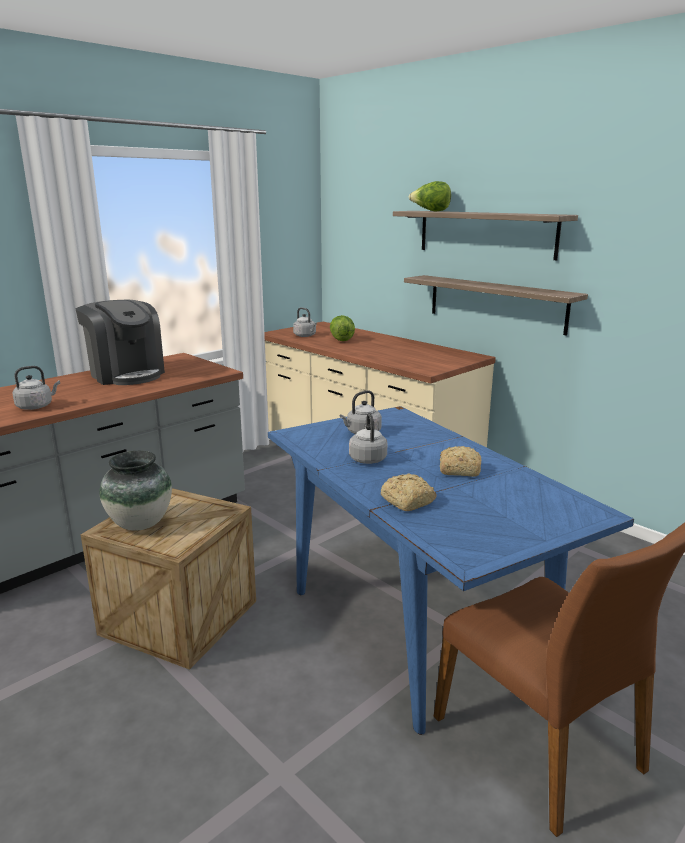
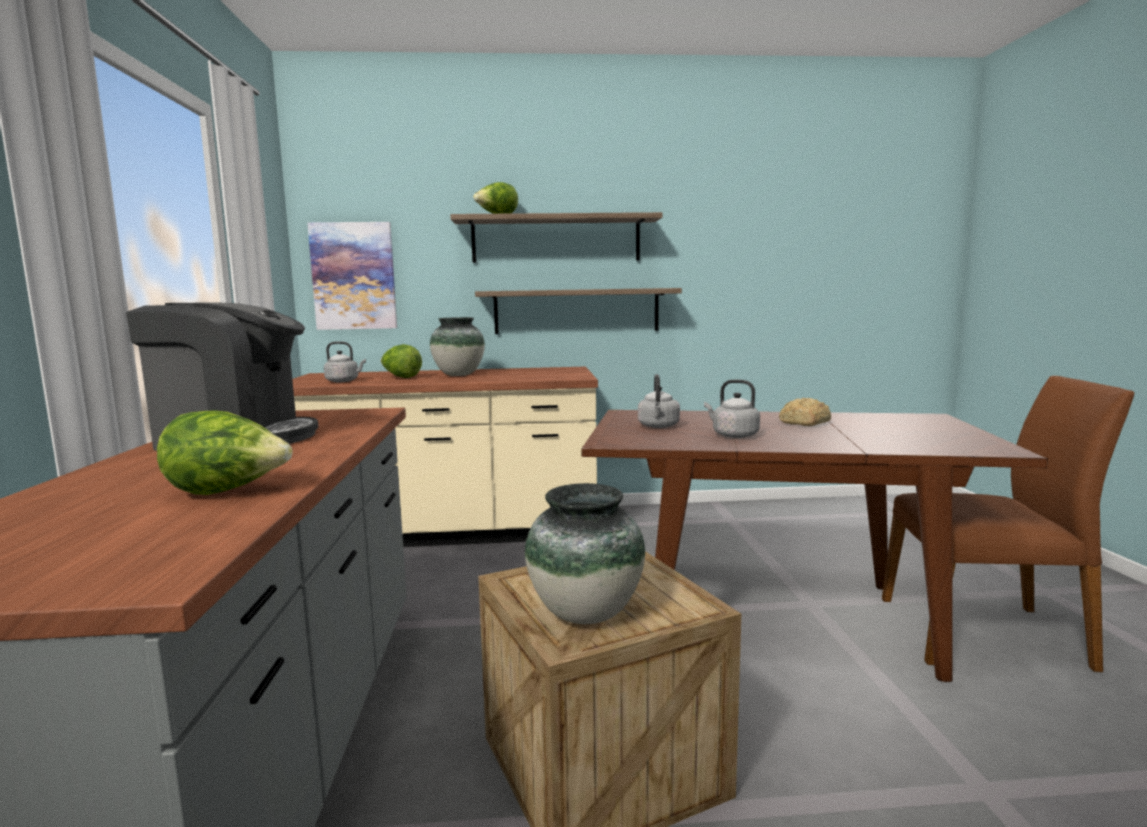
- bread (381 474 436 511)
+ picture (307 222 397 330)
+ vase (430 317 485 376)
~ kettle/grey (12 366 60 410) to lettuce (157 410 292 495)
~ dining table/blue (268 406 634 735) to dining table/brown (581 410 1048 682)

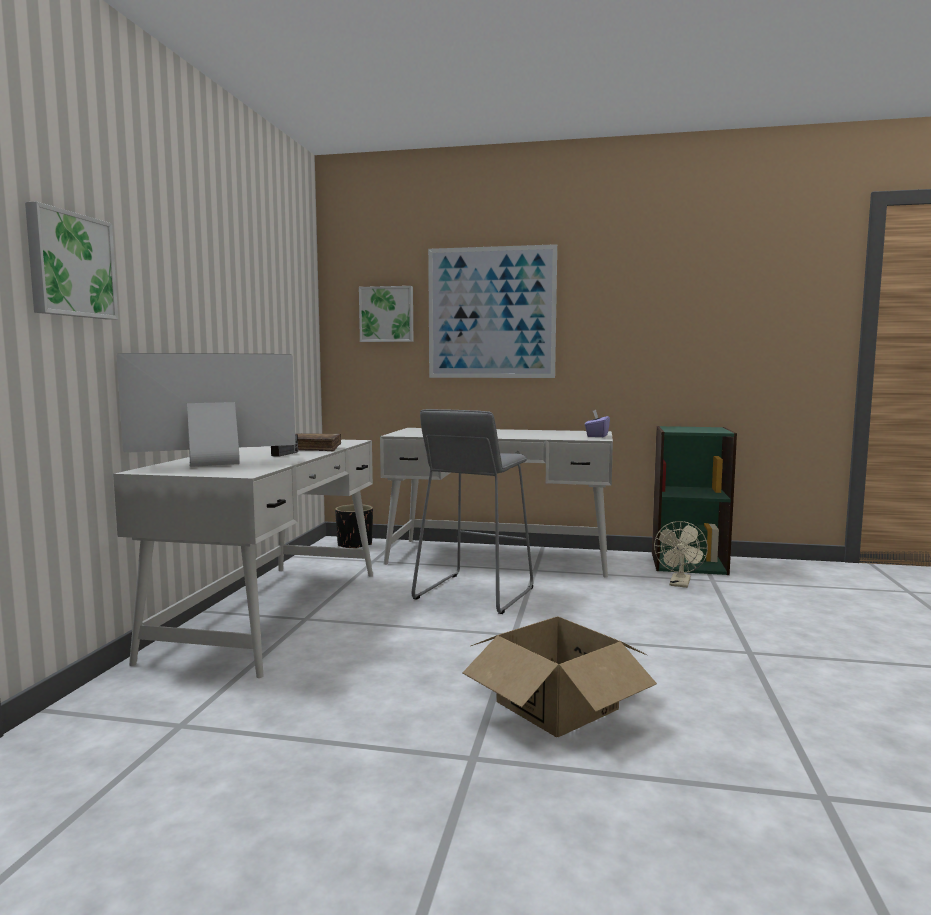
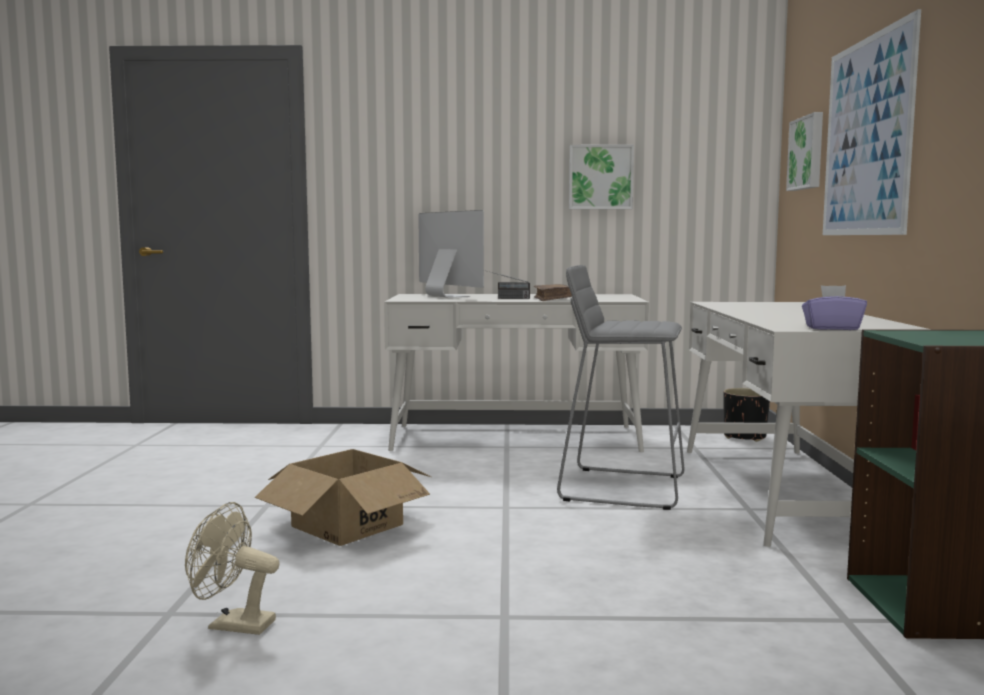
~ picture (25 201 118 320) to (569 145 634 209)
~ fan/beige (654 521 708 588) to (185 502 280 635)

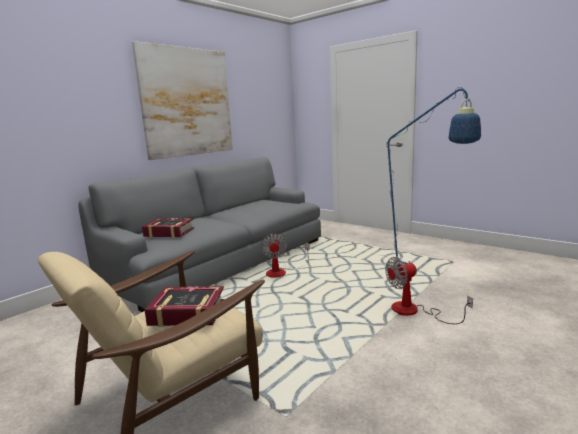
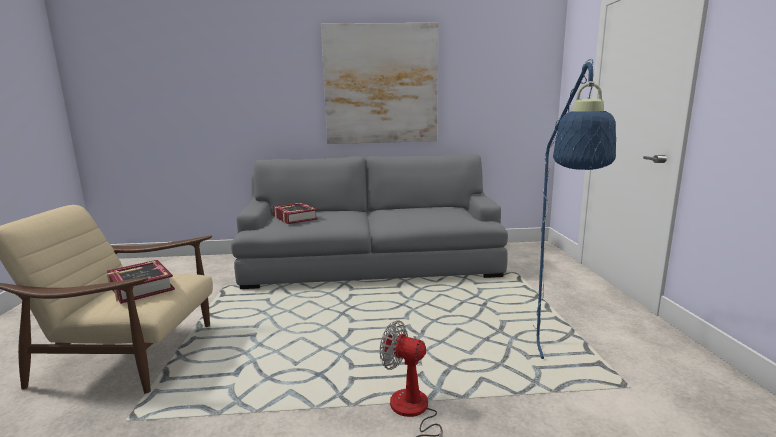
- fan (261 234 310 278)

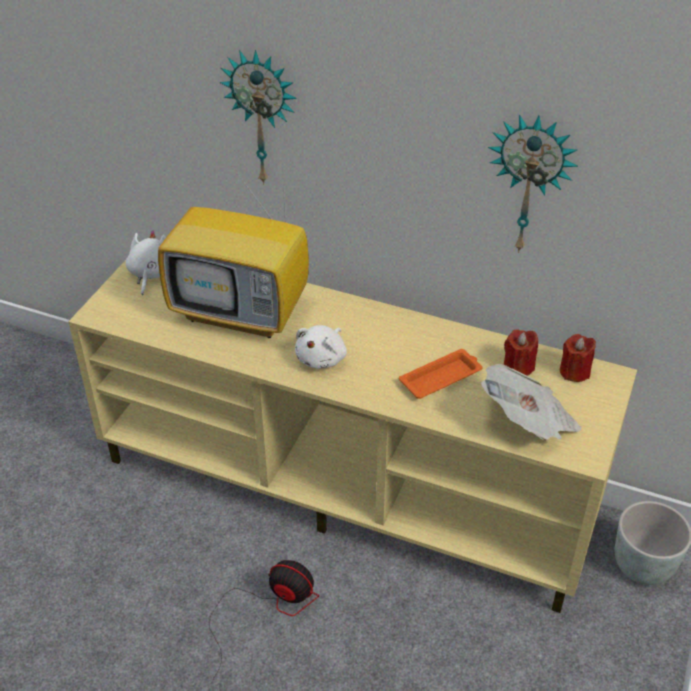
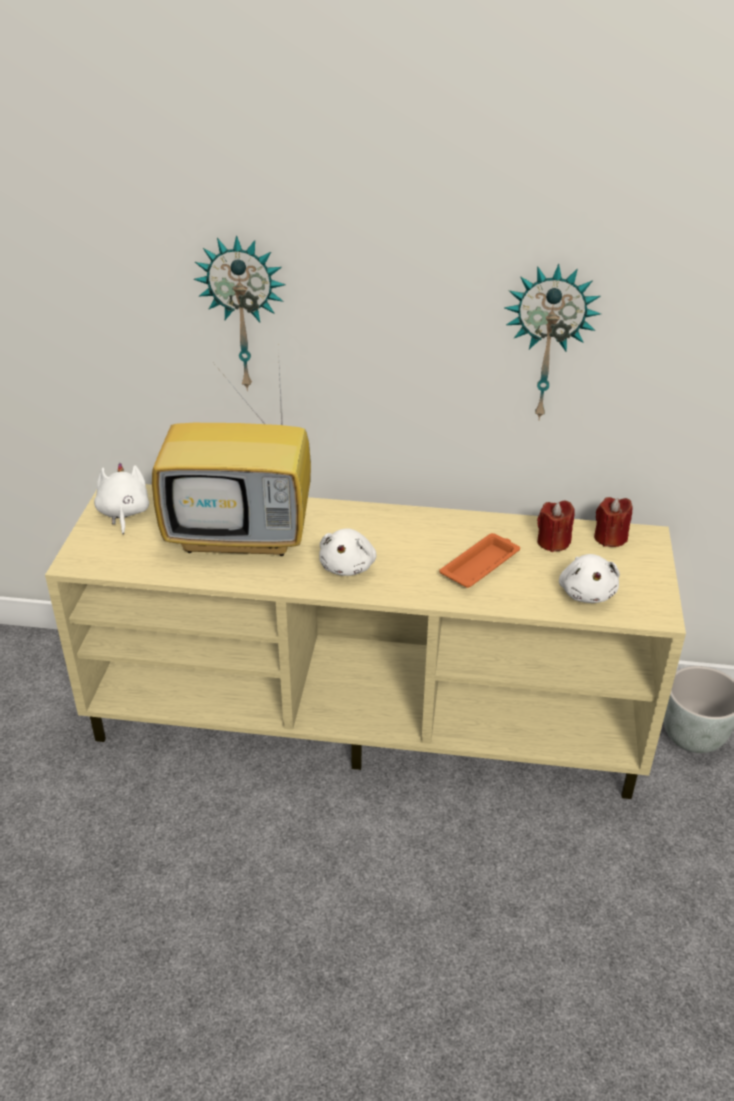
- fan (209 560 319 679)
~ newspaper (481 364 582 440) to plush toy/white (559 554 620 603)

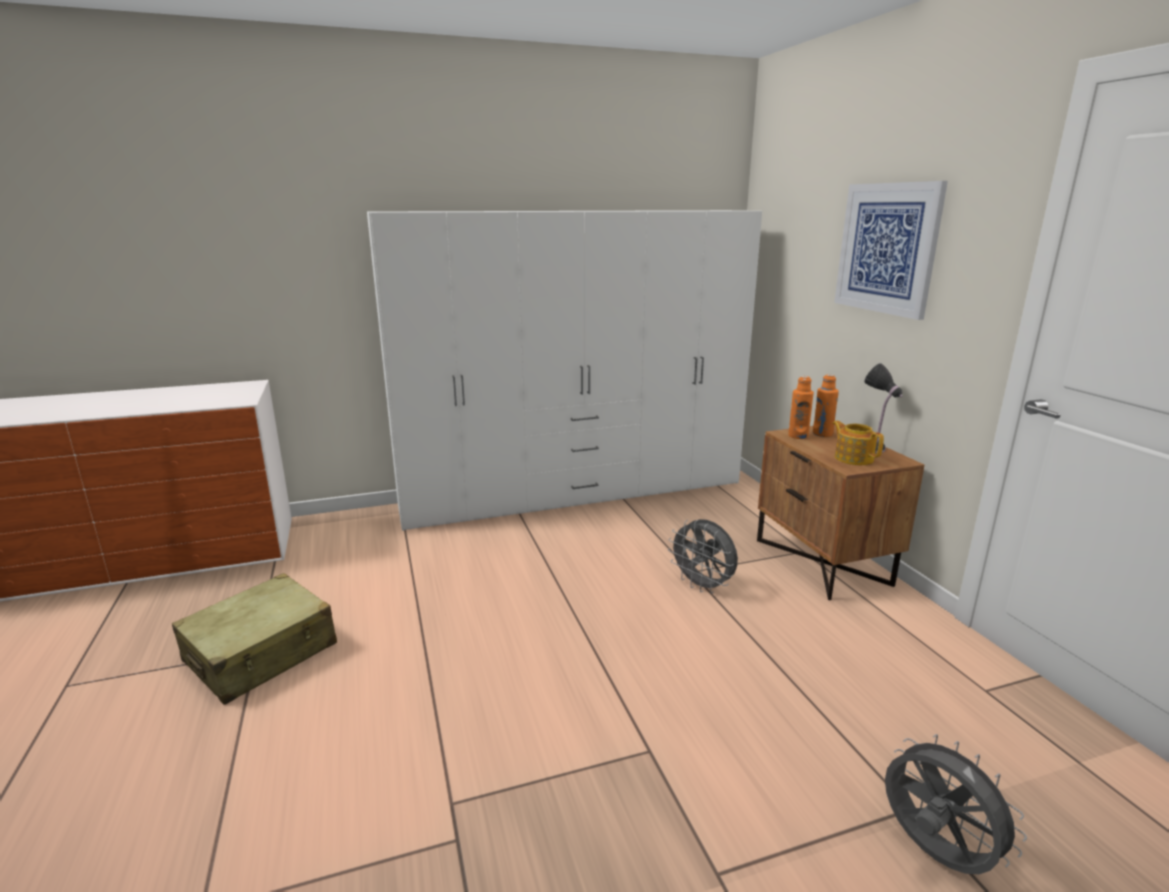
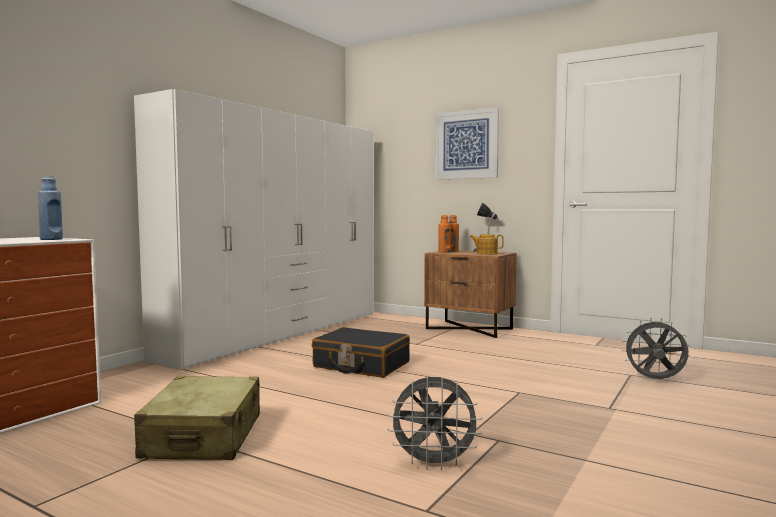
+ bottle/blue (37 176 63 240)
+ suitcase/black (312 327 410 378)
~ fan/grey (668 519 738 594) to (387 376 482 470)

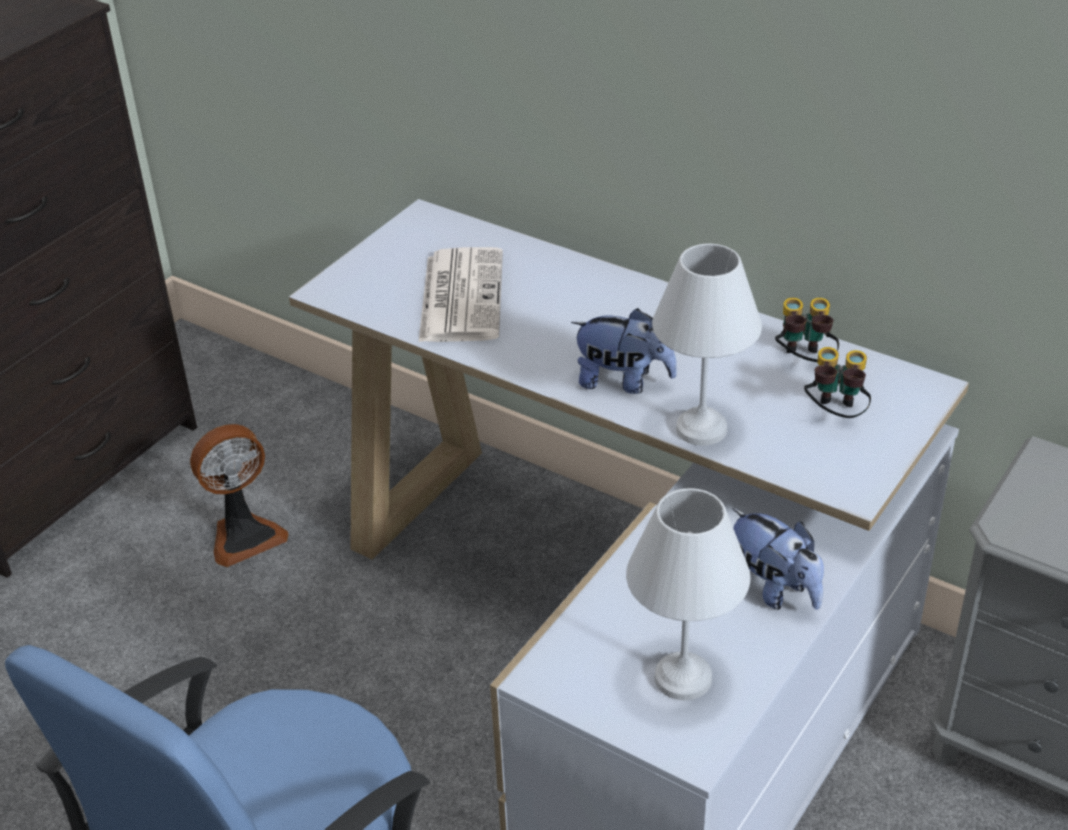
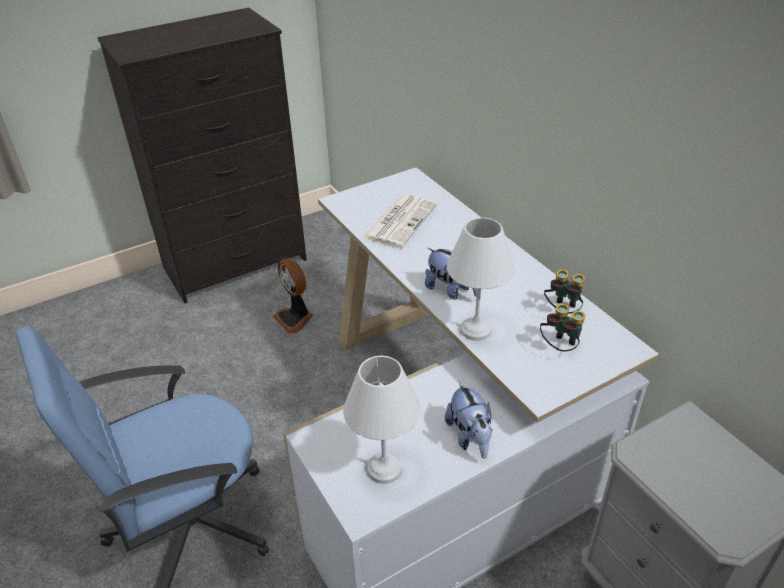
~ fan (190 424 289 567) = (273 258 313 334) 60 degrees clockwise

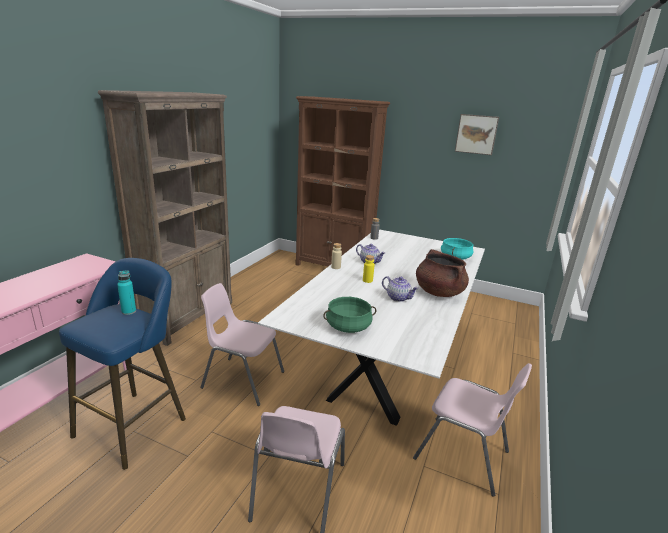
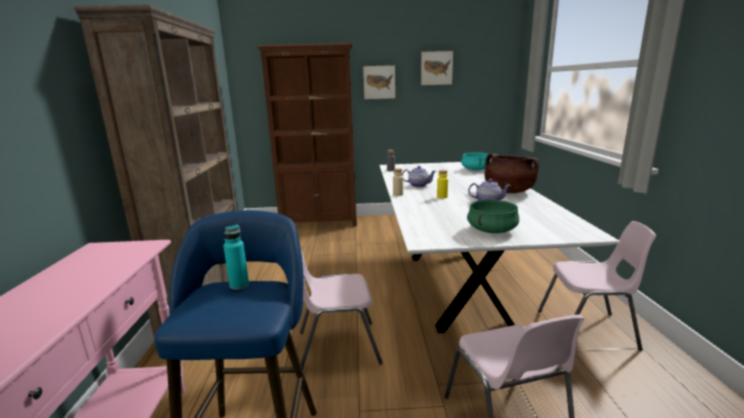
+ picture (363 65 396 100)

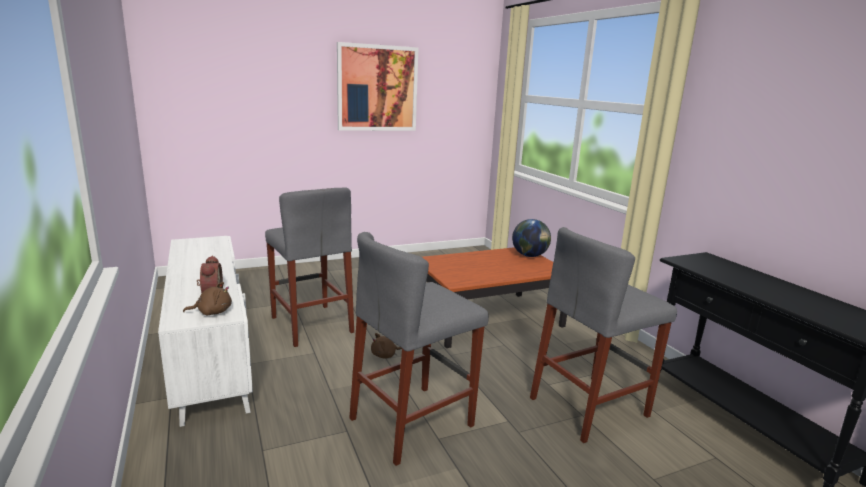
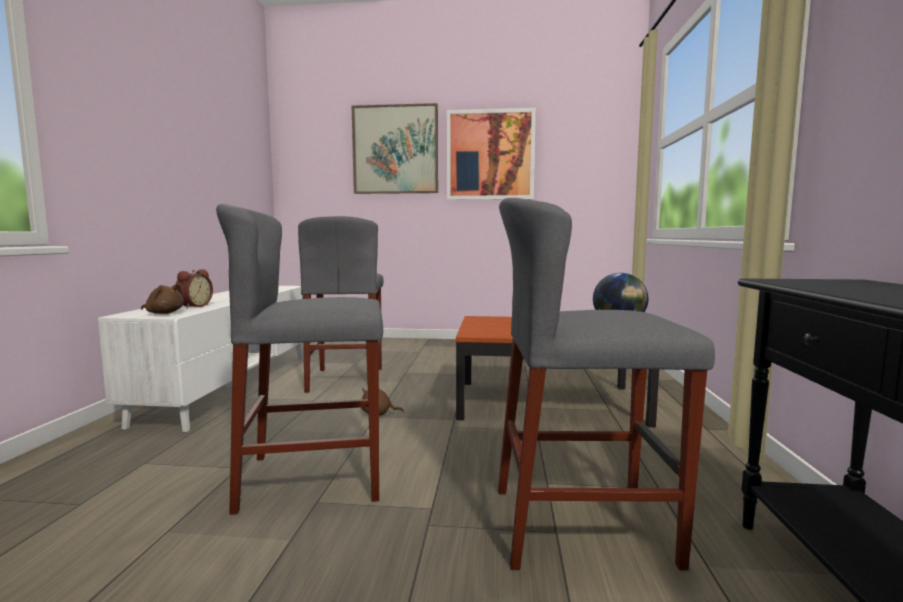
+ picture (352 103 438 194)

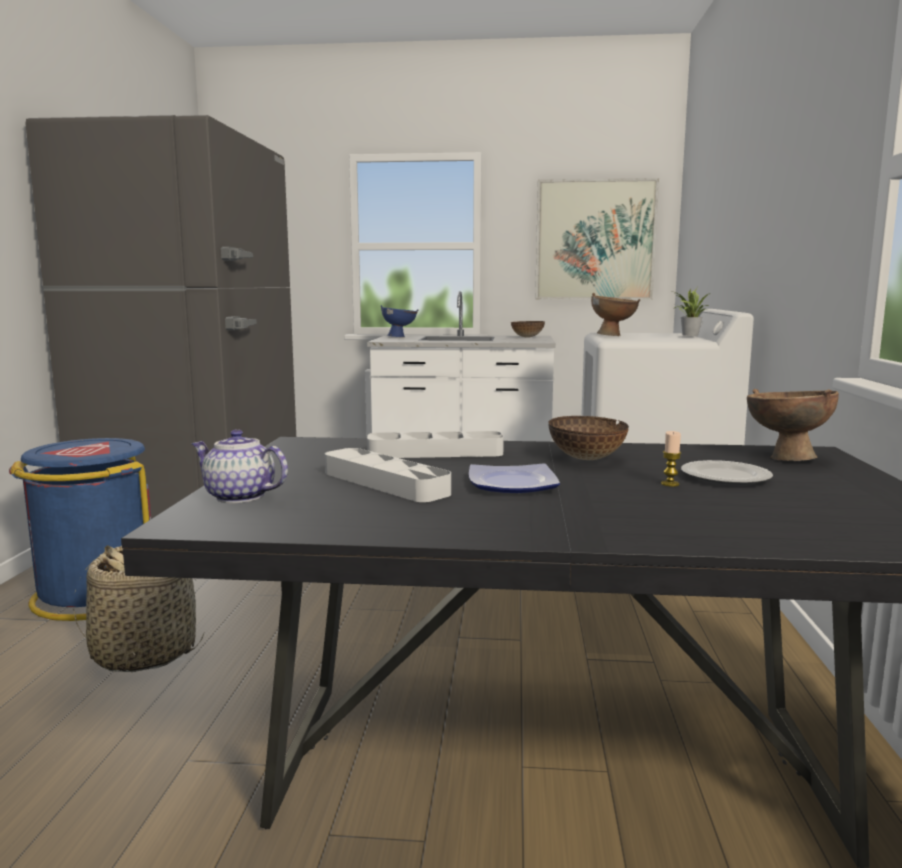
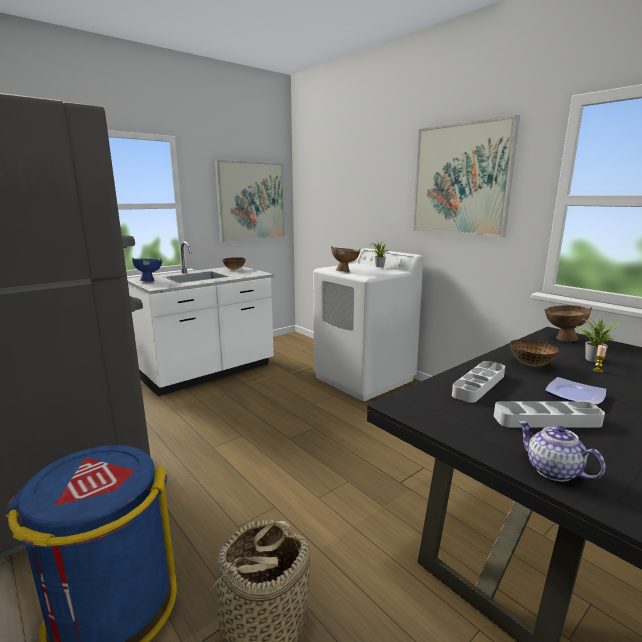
+ picture (413 115 520 237)
~ plate (681 460 773 486) to potted plant (577 318 620 363)
~ teapot (191 429 288 503) = (518 421 606 482) 75 degrees clockwise

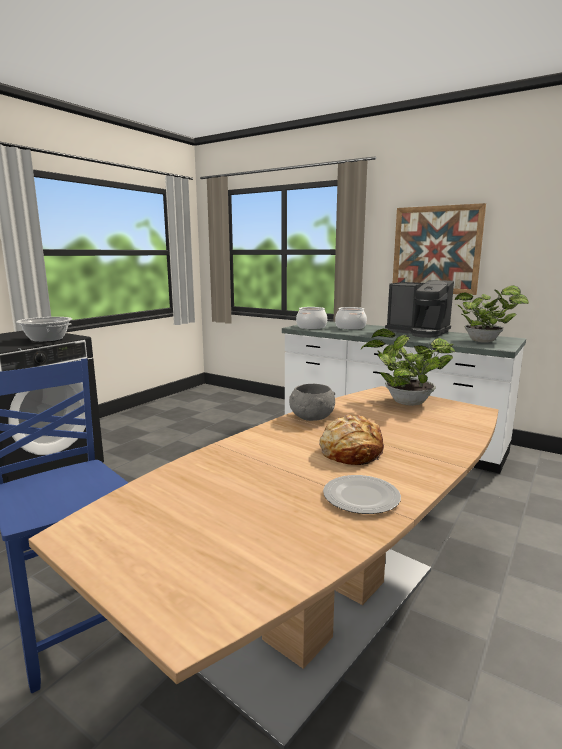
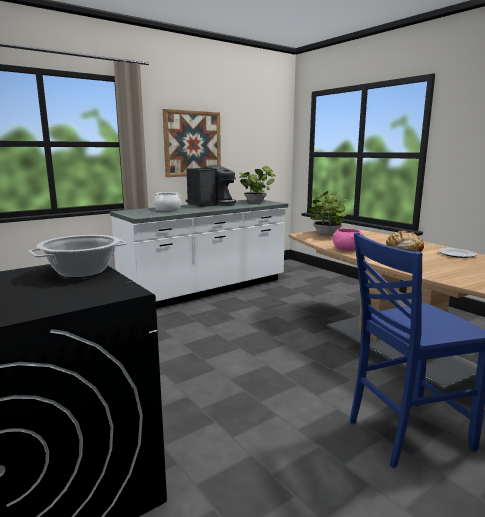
- cooking pot (296 307 327 329)
~ bowl/grey (289 384 335 421) to bowl/pink (333 228 364 251)

